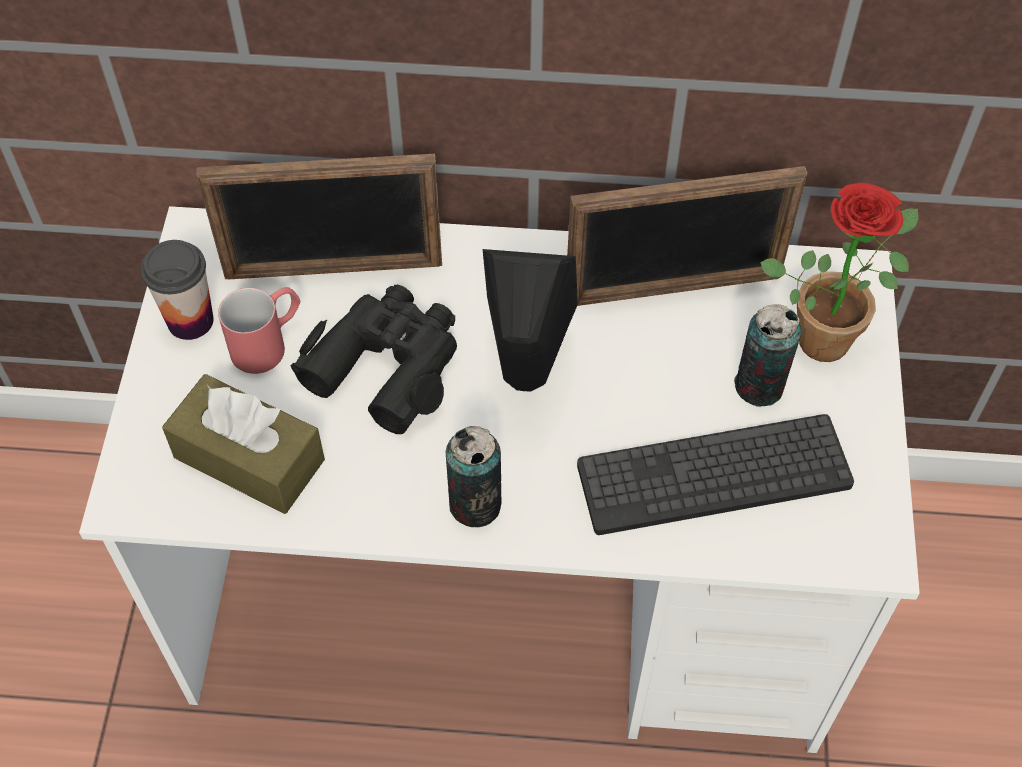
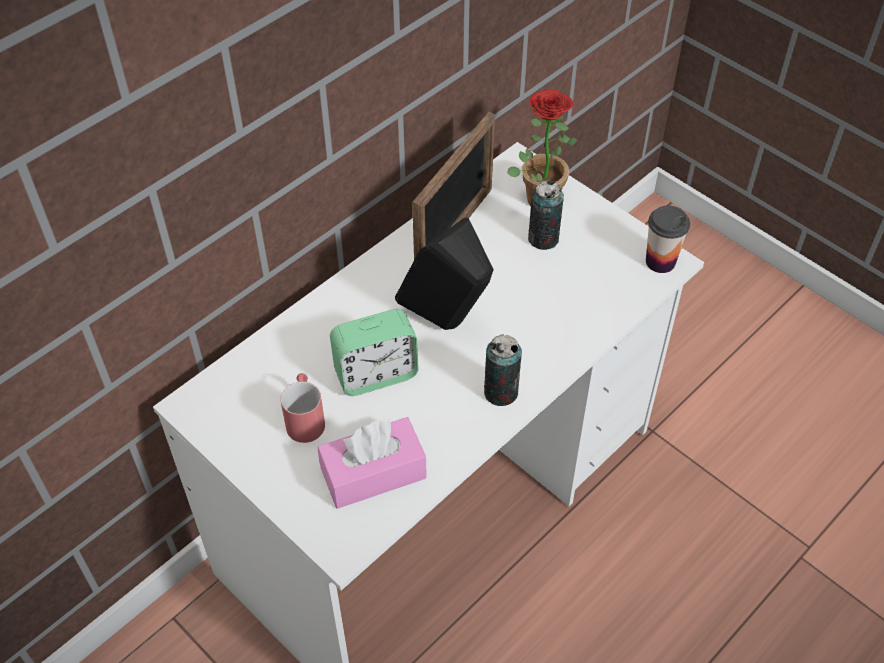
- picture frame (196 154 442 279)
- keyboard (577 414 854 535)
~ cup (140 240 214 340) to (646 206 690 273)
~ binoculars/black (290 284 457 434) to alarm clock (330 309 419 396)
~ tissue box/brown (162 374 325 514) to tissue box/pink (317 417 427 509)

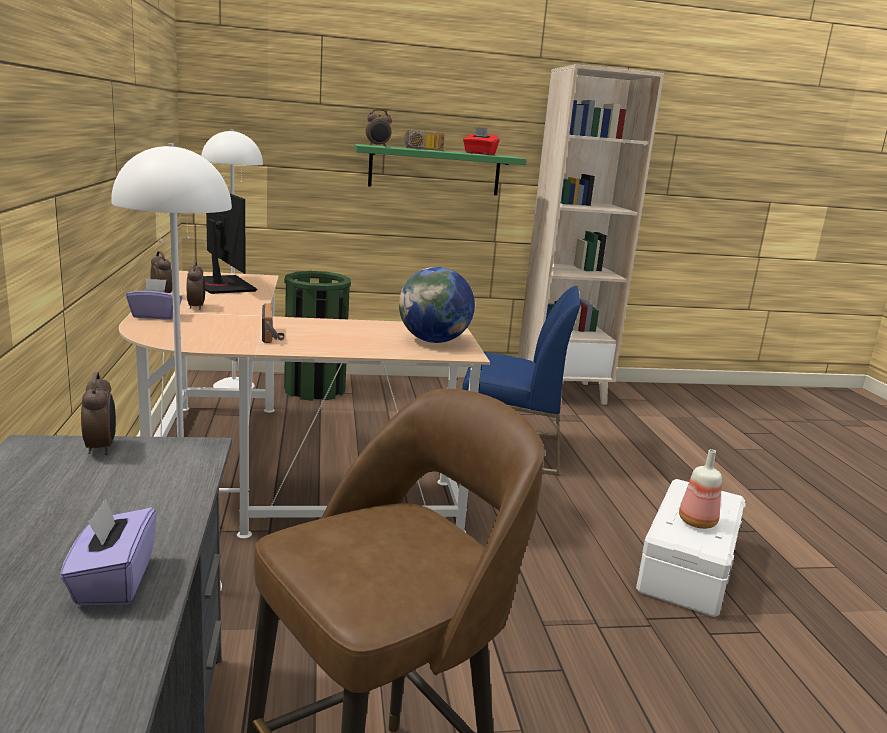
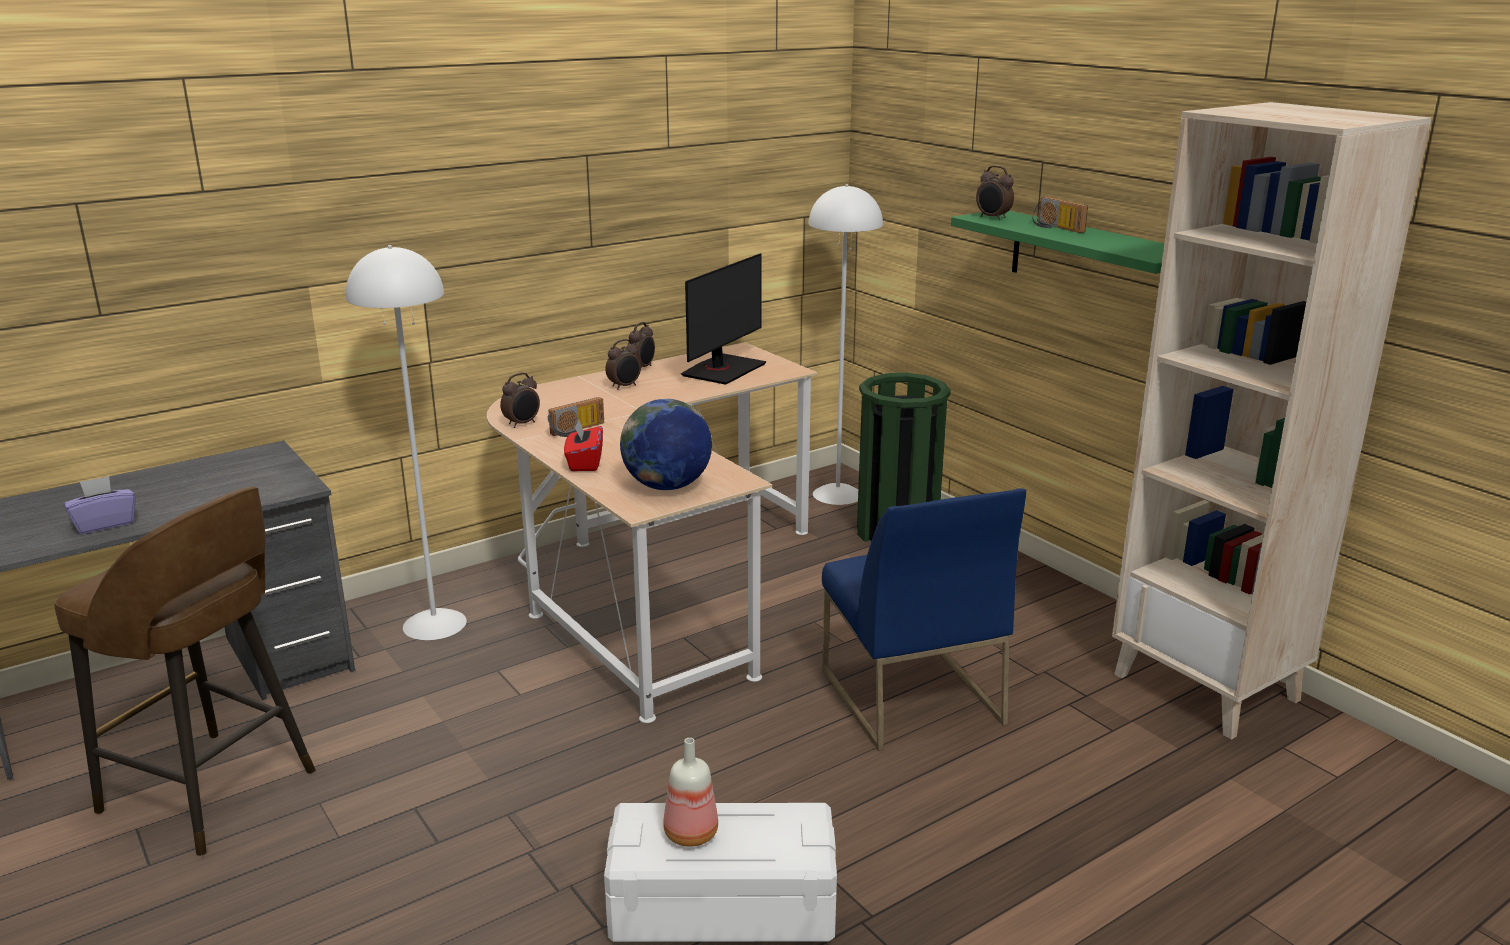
- tissue box/purple (126 278 183 320)
~ alarm clock (81 372 116 455) to (500 373 540 428)
~ tissue box/red (463 127 500 155) to (564 420 603 471)

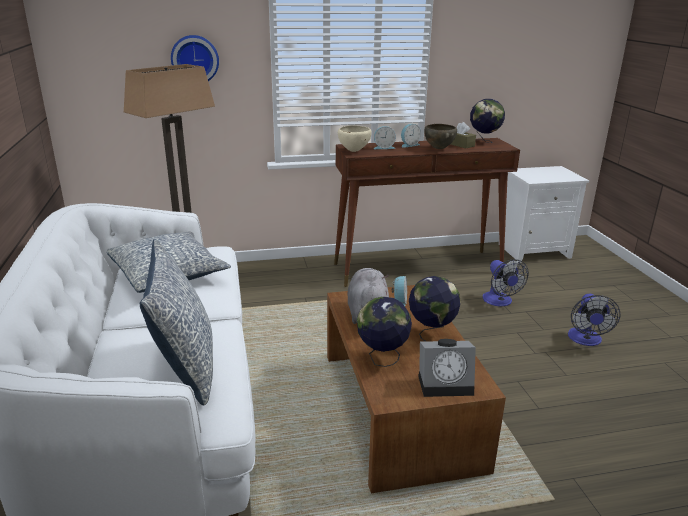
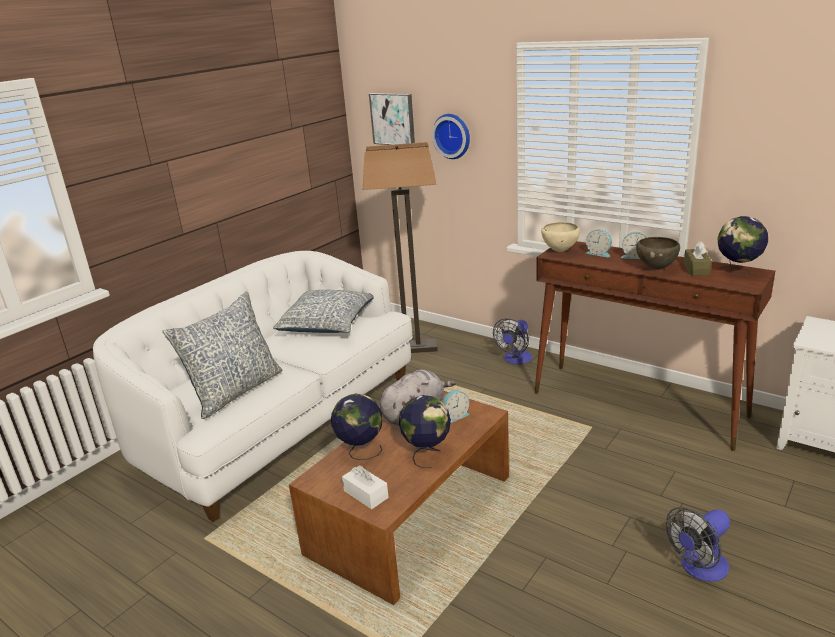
+ picture (369 93 415 145)
~ fan (482 259 529 306) to (493 318 532 364)
~ alarm clock (418 339 476 397) to tissue box/white (342 465 389 509)

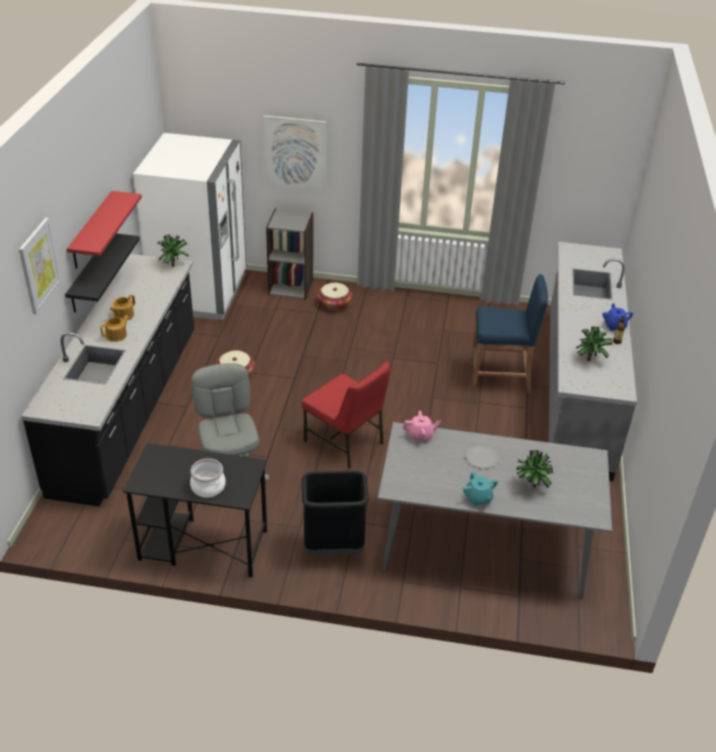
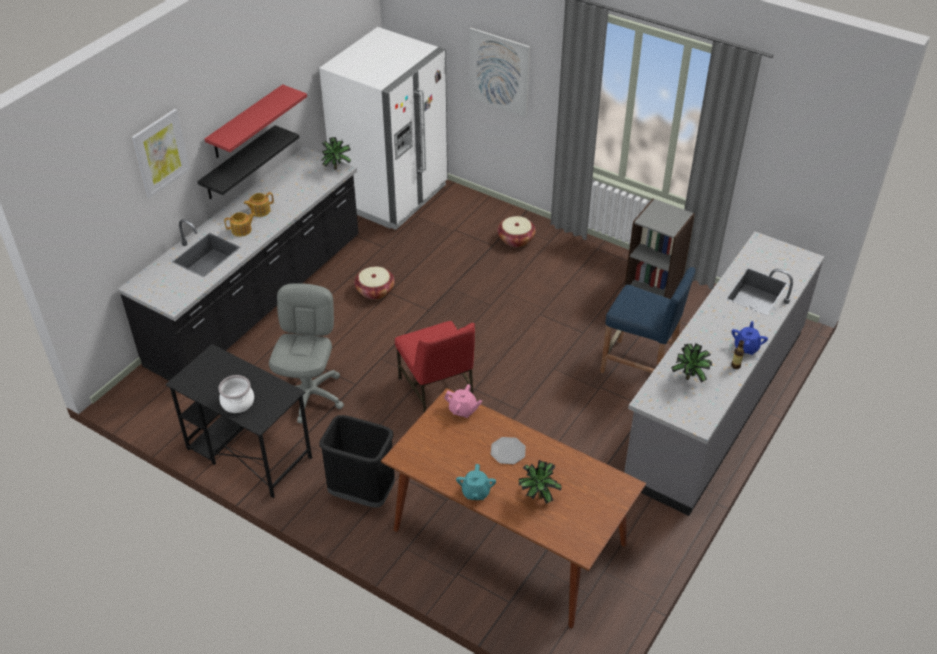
~ bookcase/grey (266 208 314 299) to (625 198 695 299)
~ dining table/grey (378 422 612 600) to dining table/brown (381 388 646 628)

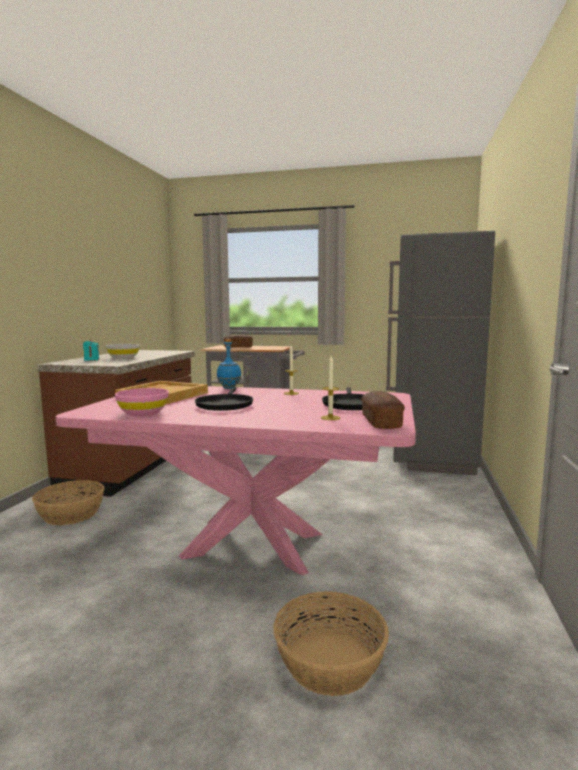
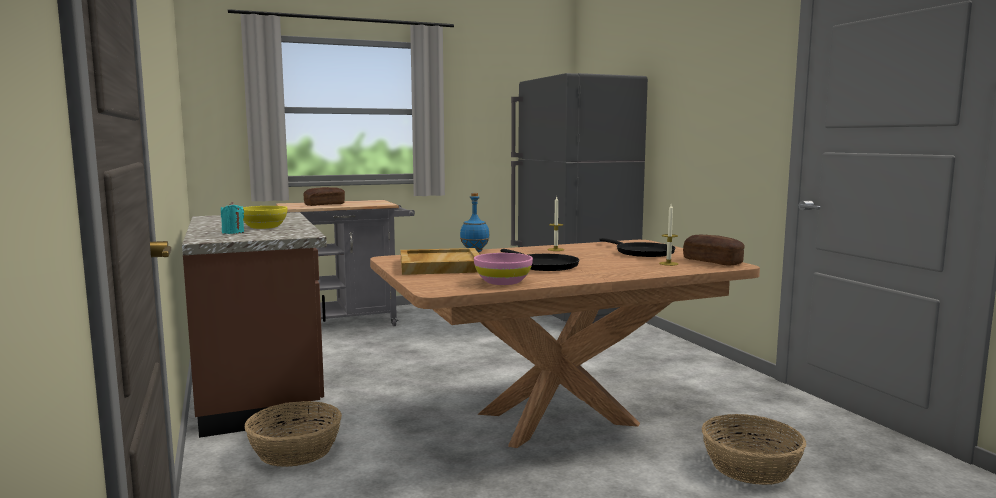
~ dining table/pink (56 386 416 575) to dining table/brown (370 240 760 448)
~ bowl/white (106 344 140 359) to bowl/yellow (243 206 288 229)

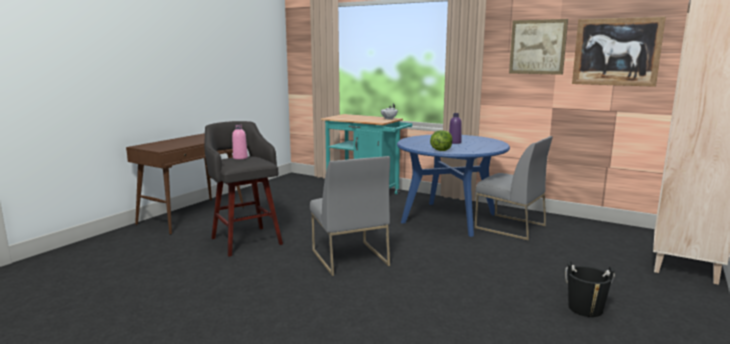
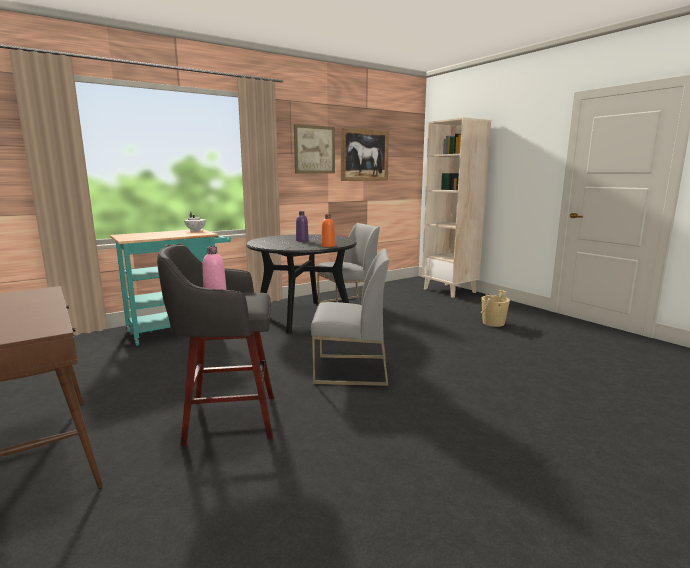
~ lettuce (430 130 452 151) to bottle/orange (321 214 335 247)
~ dining table/blue (397 135 510 237) to dining table/black (246 234 357 333)
~ bucket/black (565 260 615 317) to bucket/beige (481 290 510 327)

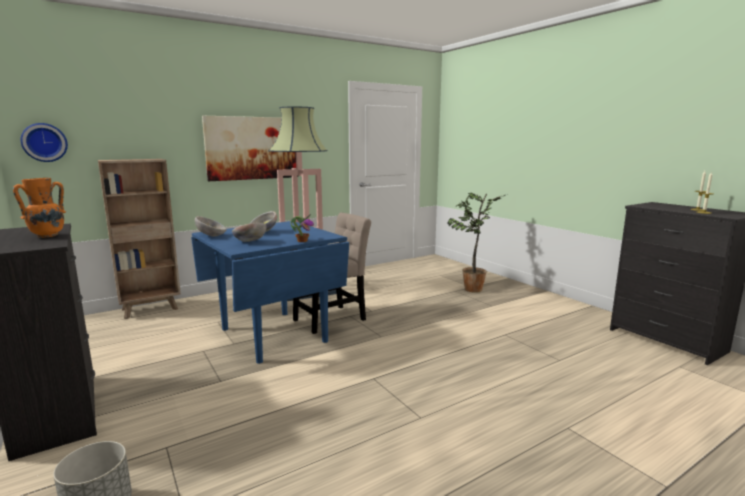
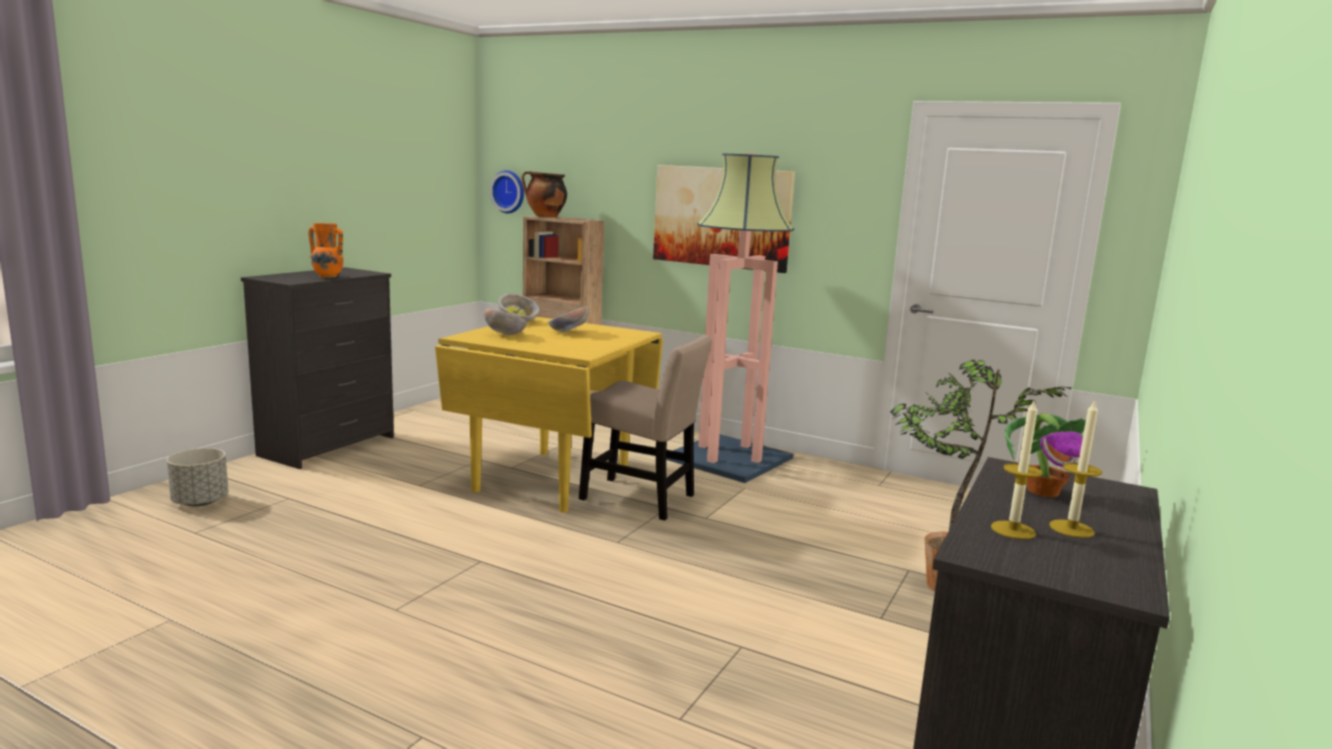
+ cooking pot (521 171 567 218)
~ potted plant (290 213 314 242) to (1005 413 1086 497)
~ dining table/blue (191 221 349 364) to dining table/yellow (435 317 663 513)

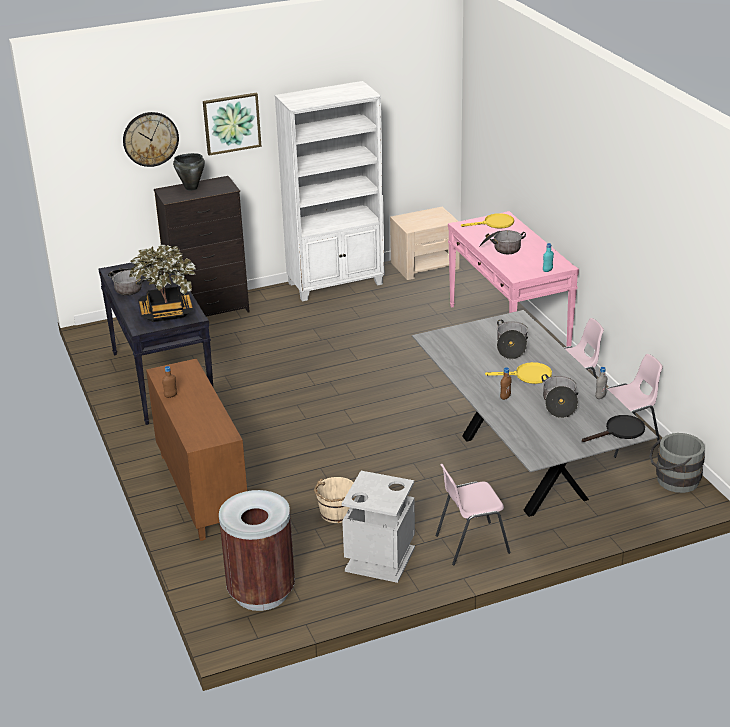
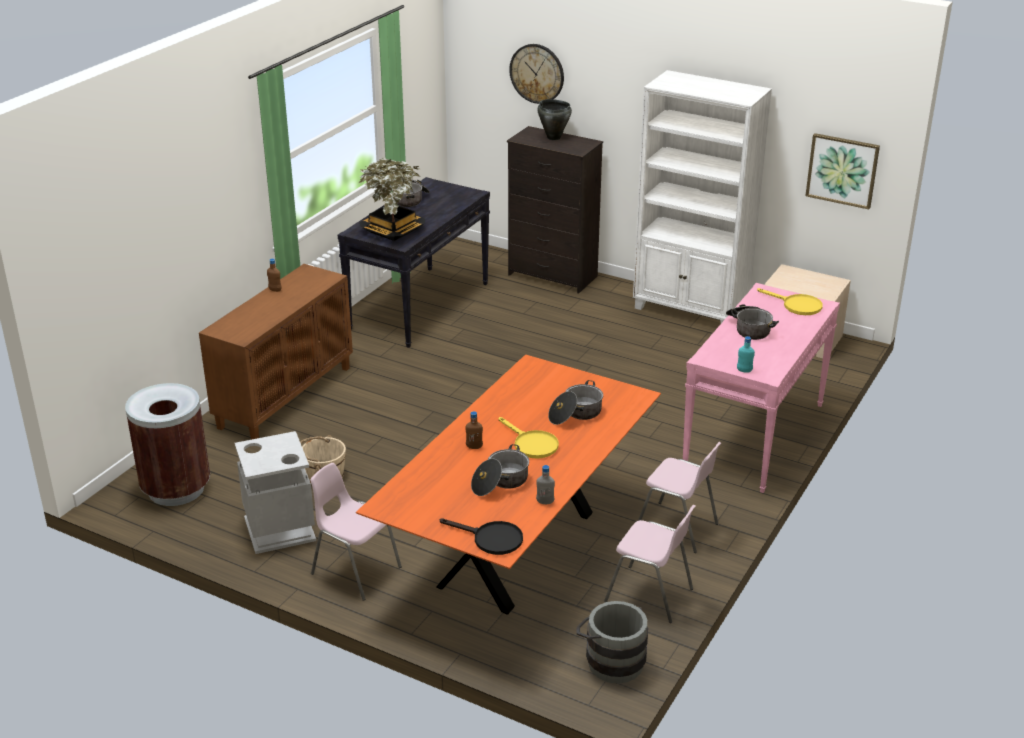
~ picture (203 93 261 156) to (805 133 880 209)
~ dining table/grey (412 310 658 517) to dining table/orange (356 354 661 615)

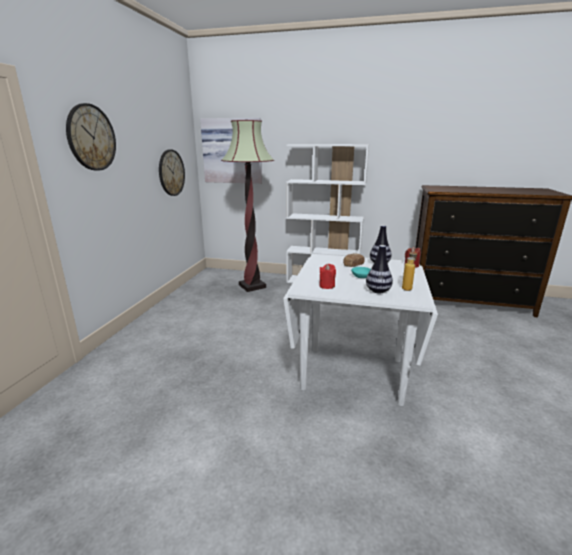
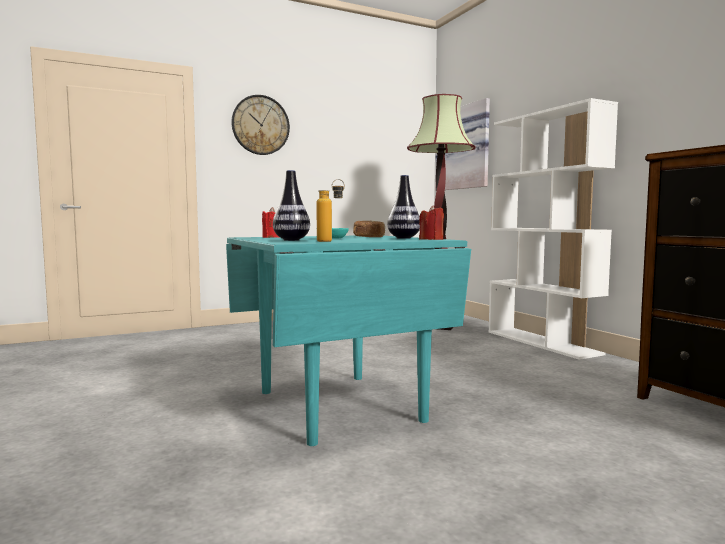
- wall clock (159 149 185 196)
~ dining table/white (283 254 438 406) to dining table/turquoise (226 236 471 446)

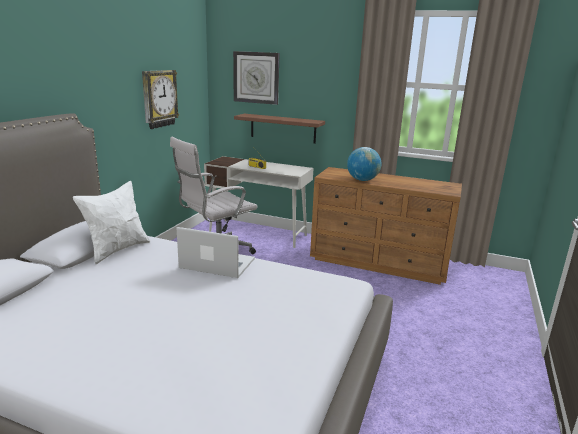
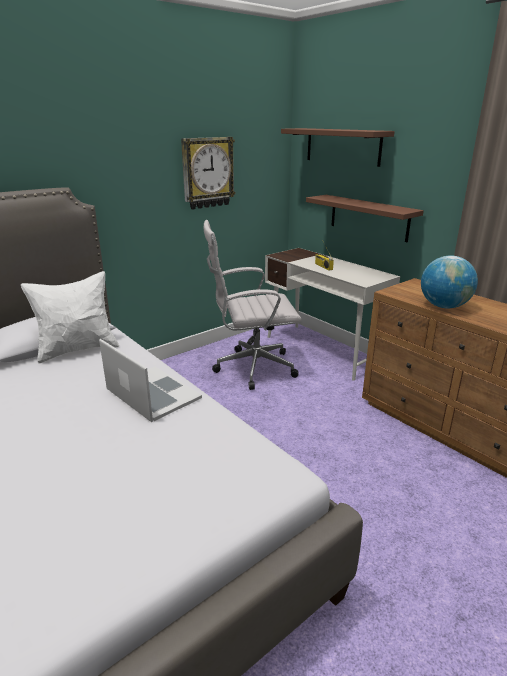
~ wall clock (233 51 280 105) to shelf/brown (281 128 395 167)

